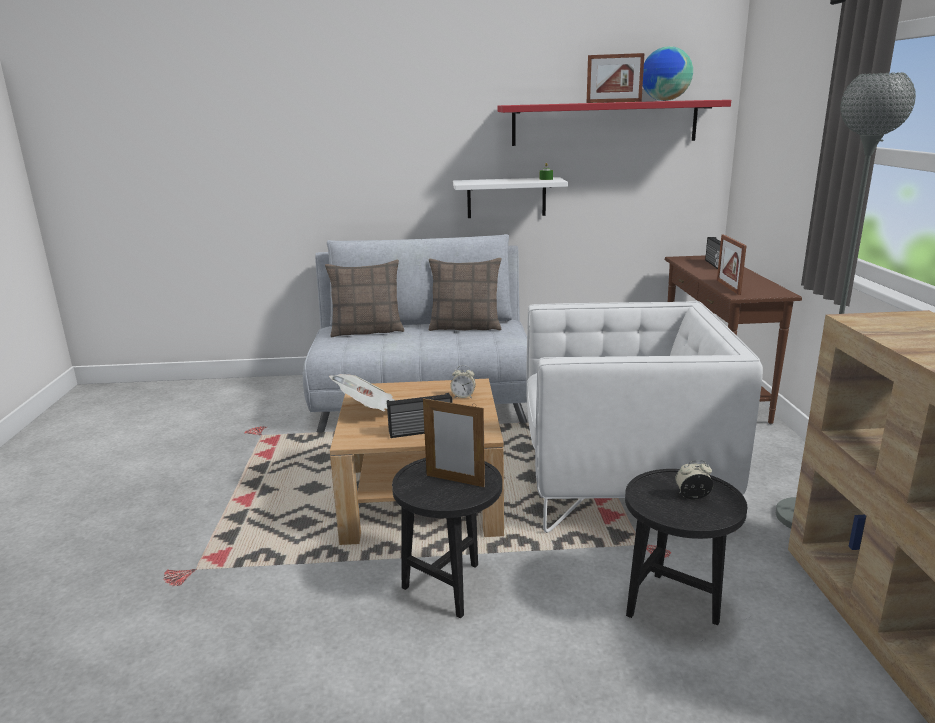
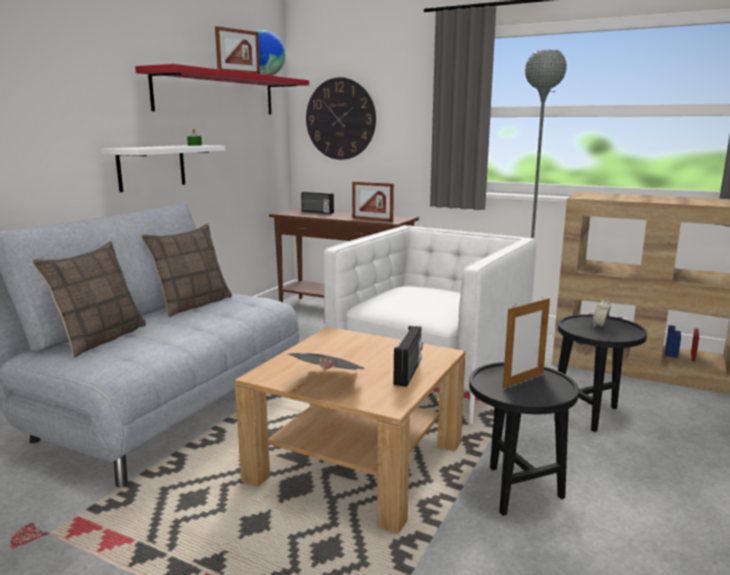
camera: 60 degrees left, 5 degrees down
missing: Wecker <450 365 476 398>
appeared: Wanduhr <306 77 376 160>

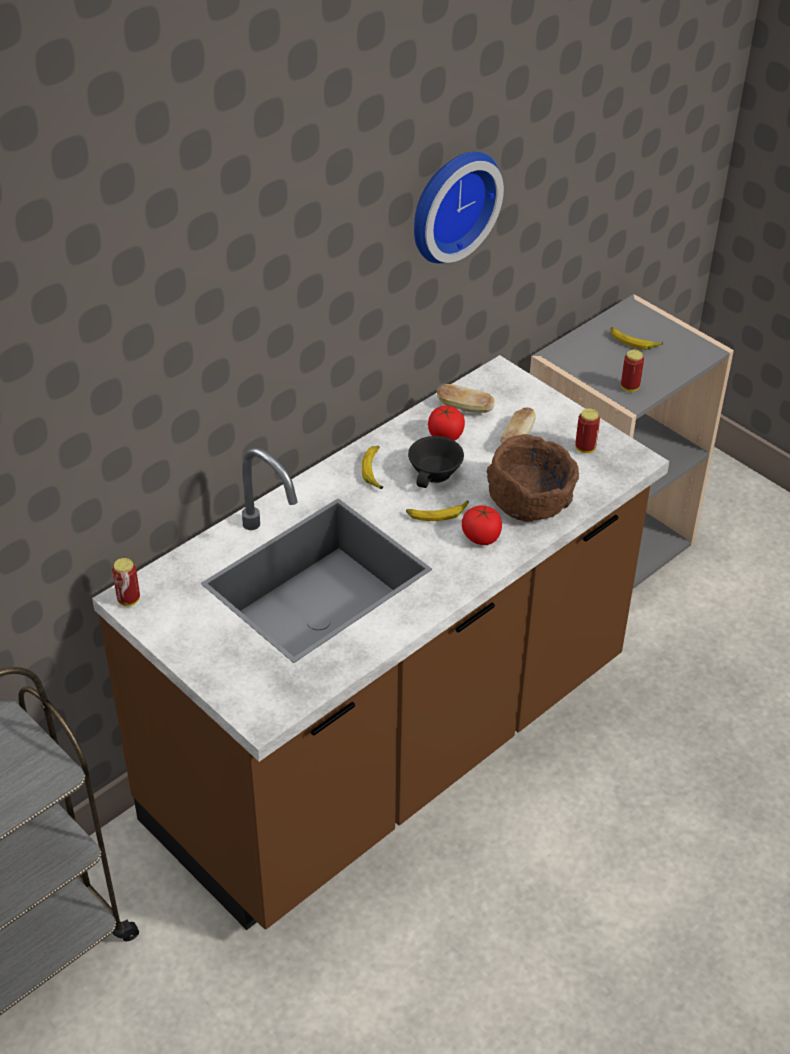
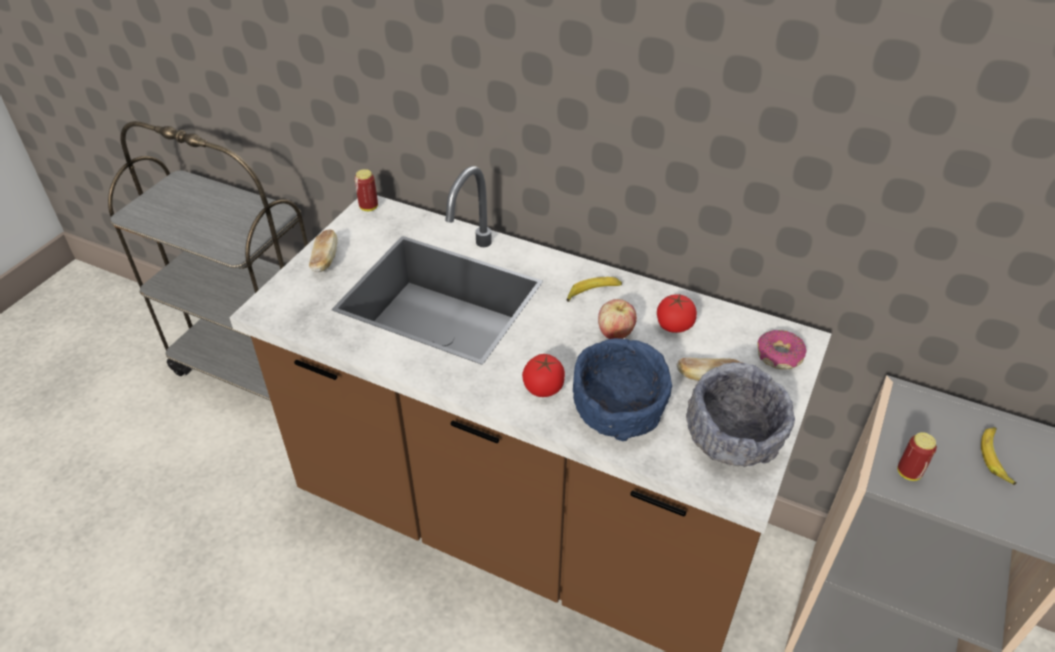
camera: 70 degrees right, 0 degrees up
missing: Wanduhr <414 152 504 263>; Banane <406 500 469 521>
appeared: Donut <757 330 807 370>
relocated: Brot <437 384 495 413> to <309 229 338 272>
exchanged: Dose <575 408 600 453> to Schüssel/grau <686 362 795 467>; Tasse/schwarz <408 436 464 488> to Apfel <598 299 637 339>
colour: Schüssel/braun <486 434 579 522> to Schüssel/blau <573 338 672 441>

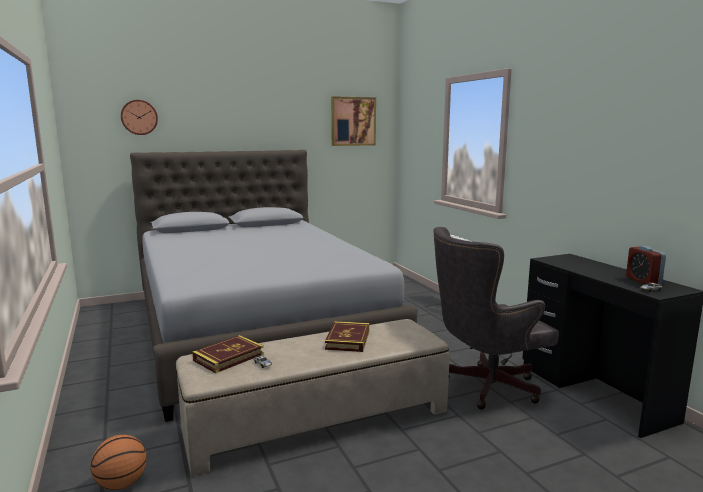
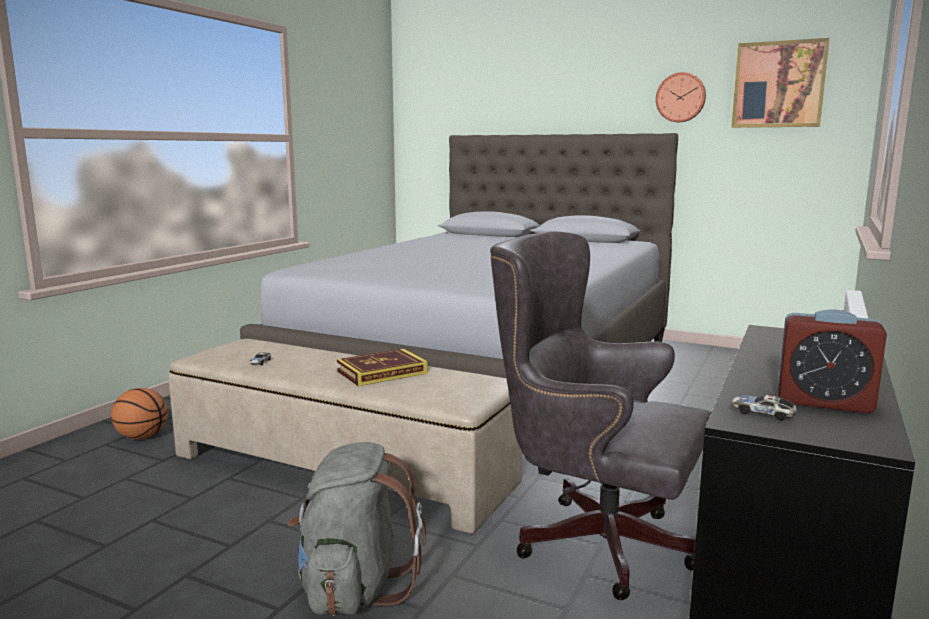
camera: 50 degrees right, 0 degrees up
missing: Buch <192 335 264 373>
appeared: Rucksack/grau <288 442 426 616>
relocated: Wanduhr <121 100 158 135> to <656 72 706 122>
spun: Wecker <626 246 666 285> = <778 309 887 413> 105 degrees counterclockwise

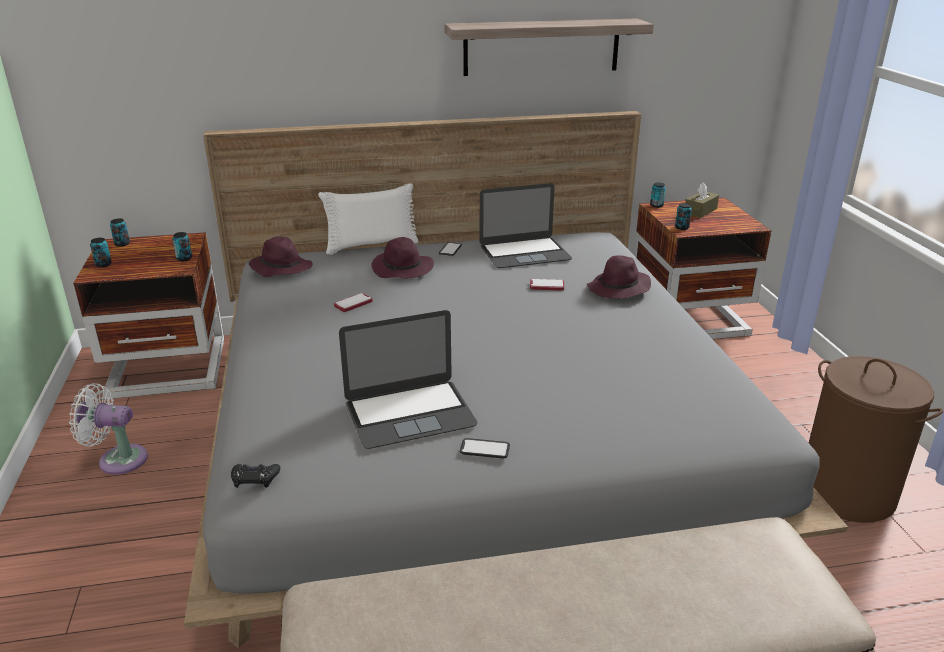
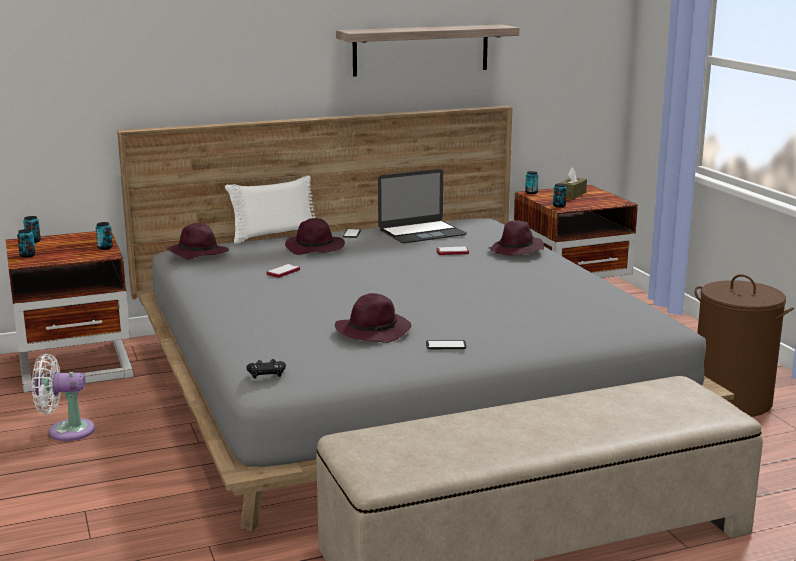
camera: 10 degrees left, 10 degrees down
exchanged: Laptop <339 310 477 449> to Hut/lila <335 293 411 343>

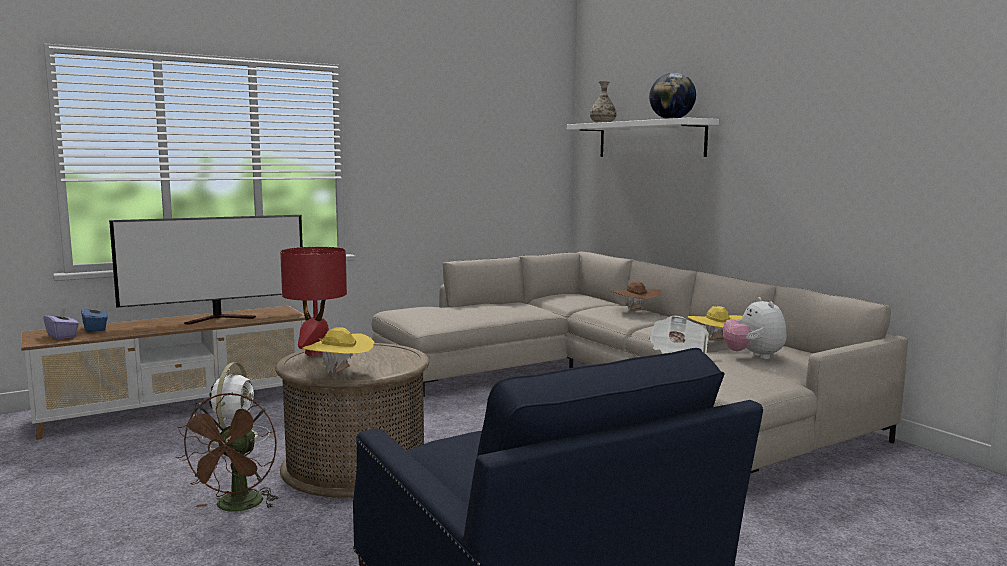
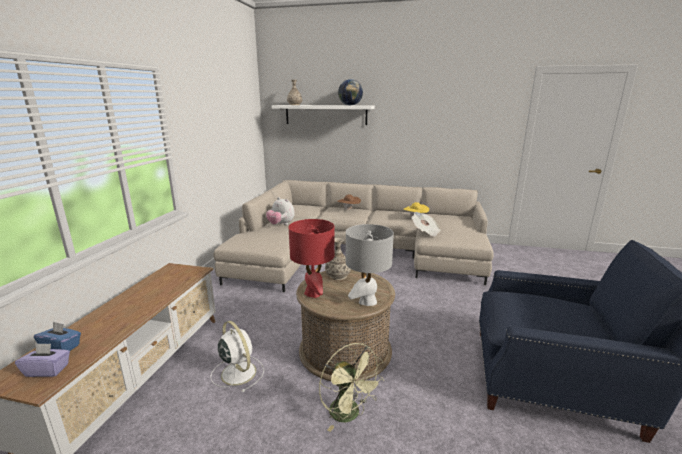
camera: 45 degrees left, 10 degrees up
missing: Fernseher <109 215 303 325>
appeared: Vase <325 238 351 280>
relocated: Plüschtier <722 297 787 359> to <266 197 295 225>
exchanged: Hut/gelb <303 327 374 373> to Tischlampe/grau <346 224 394 306>
colour: Ventilator/braun <176 393 279 512> to Ventilator/grün <319 343 384 432>

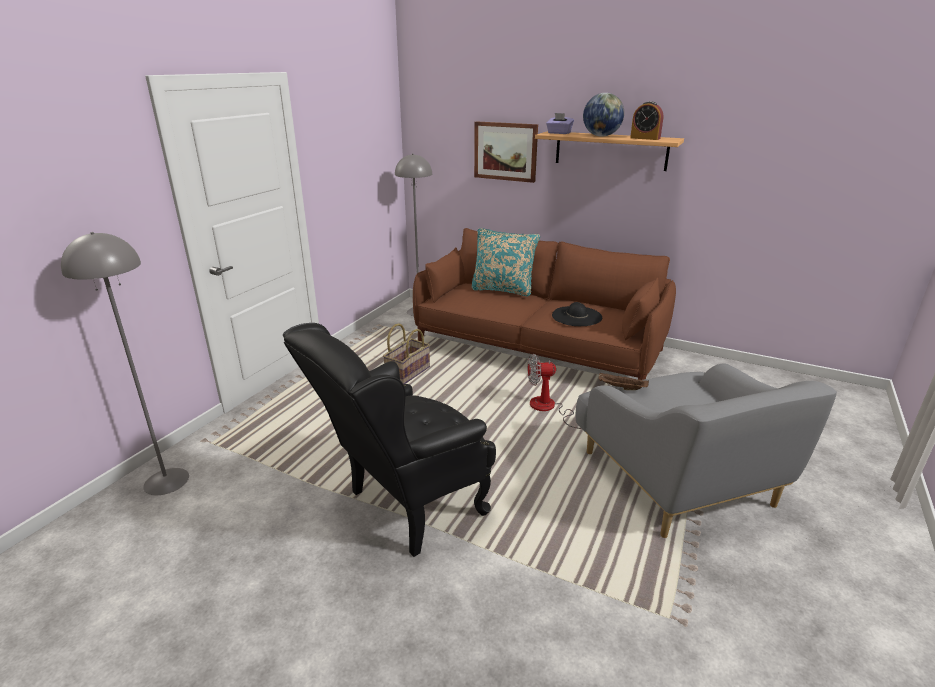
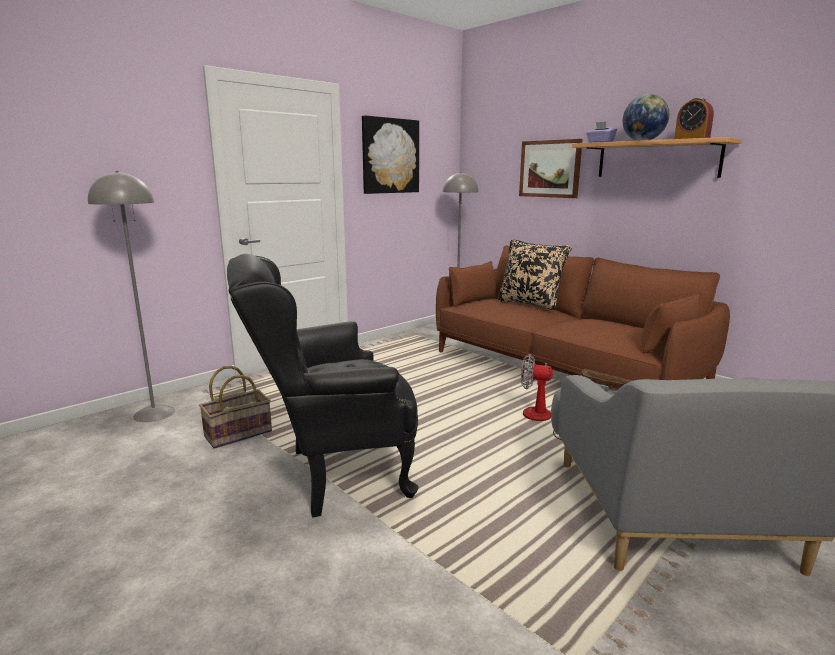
camera: 20 degrees right, 10 degrees down
missing: Hut/schwarz <552 302 602 326>
appeared: Bild <362 115 419 194>
relocated: Korb <383 323 430 384> to <199 366 272 449>
colour: Kissen/türkis <472 228 540 297> to Kissen/schwarz <498 240 572 310>

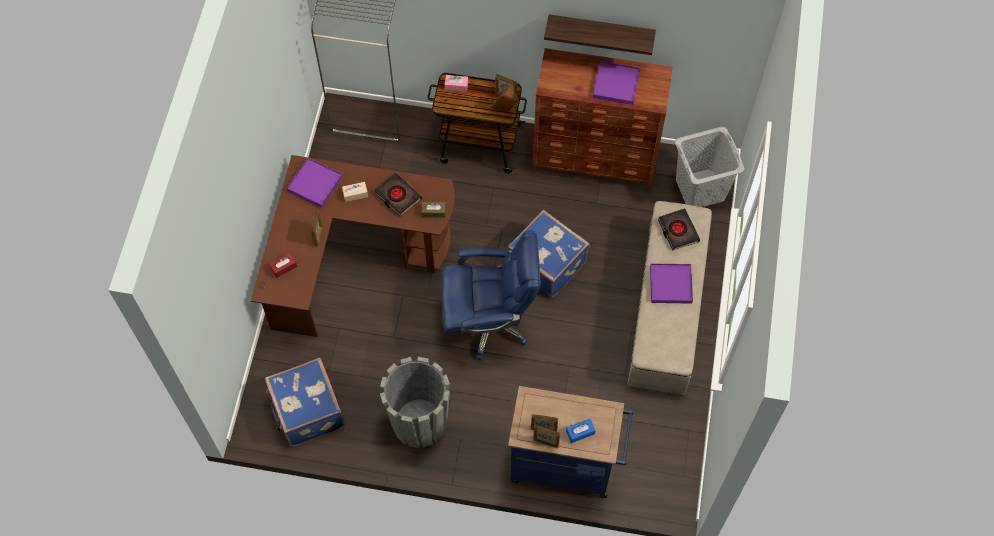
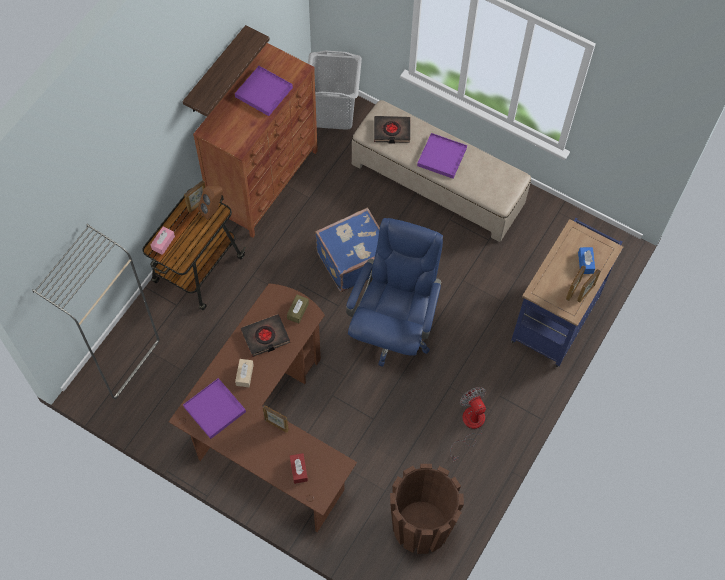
camera: 70 degrees left, 0 degrees up
exchanged: Koffer/blau <265 357 345 447> to Pflanzkübel/braun <390 464 464 554>; Pflanzkübel/grau <380 357 450 448> to Ventilator <450 387 486 461>

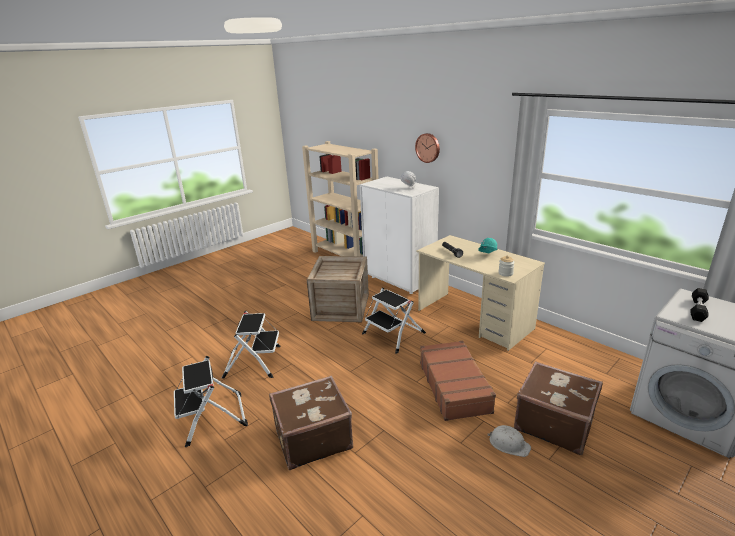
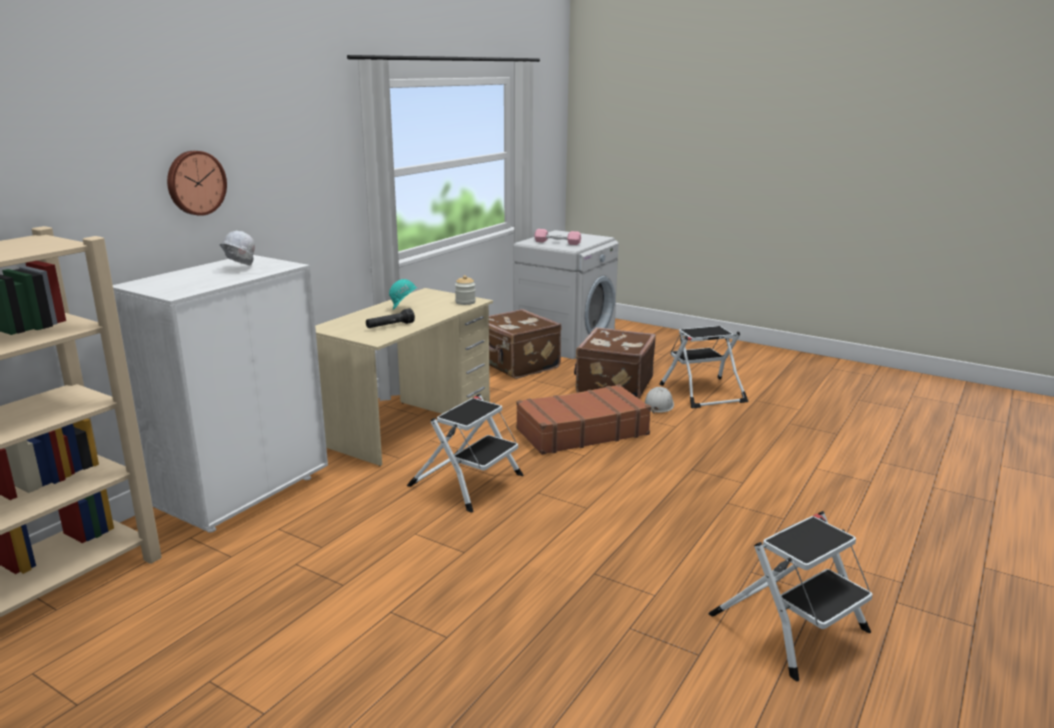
camera: 105 degrees left, 5 degrees down
missing: Kiste <307 256 369 322>
relocated: Trittleiter <222 311 281 378> to <659 326 749 408>; Koffer/braun <269 375 353 470> to <489 309 561 379>
colour: Hantel/schwarz <690 288 709 322> to Hantel/rosa <534 229 581 245>

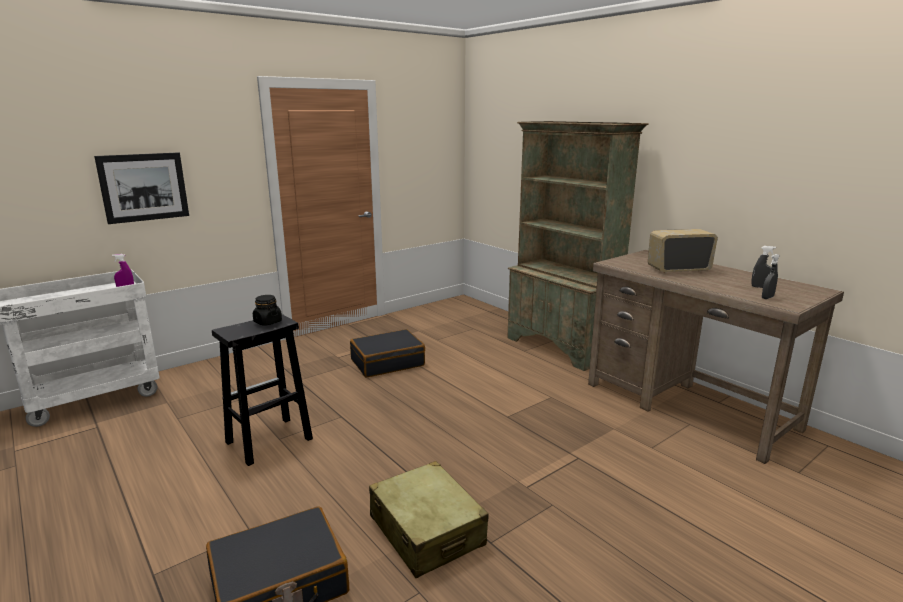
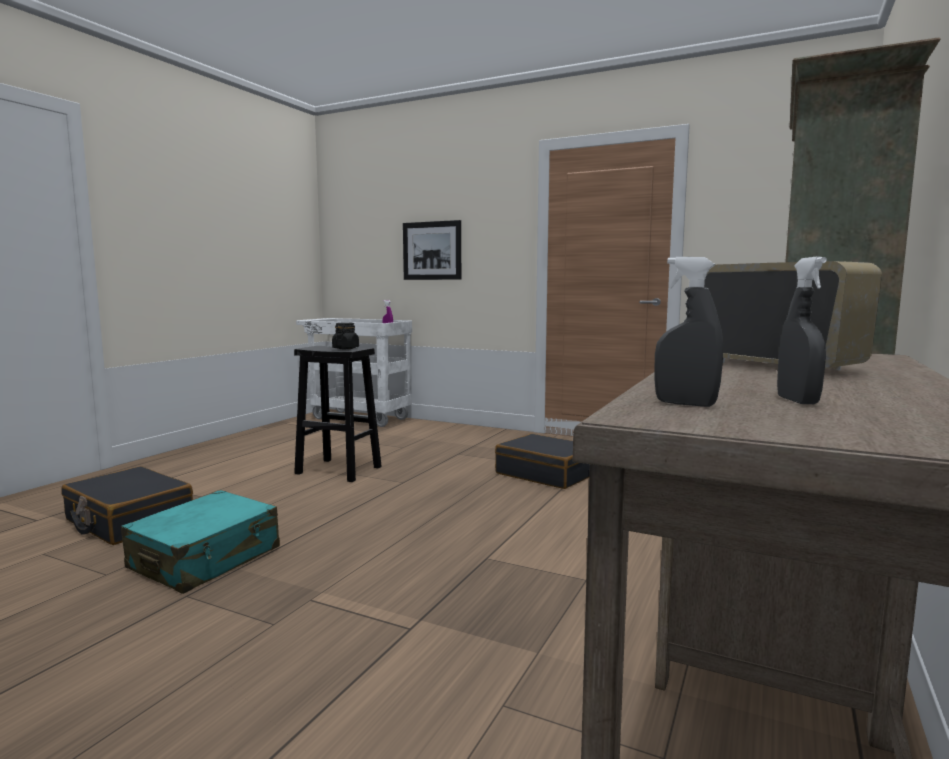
camera: 65 degrees right, 10 degrees down
colour: Koffer/beige <369 461 489 578> to Koffer/türkis <121 490 280 594>

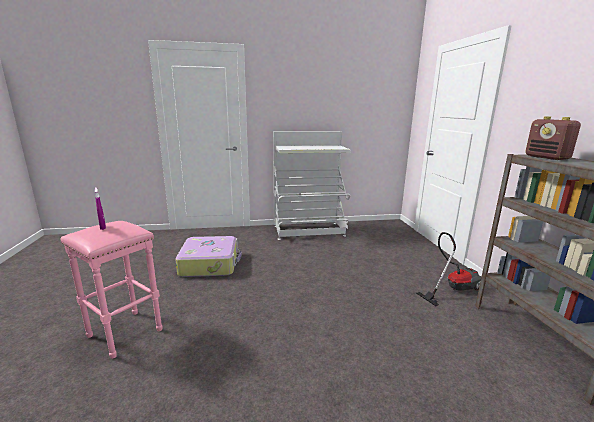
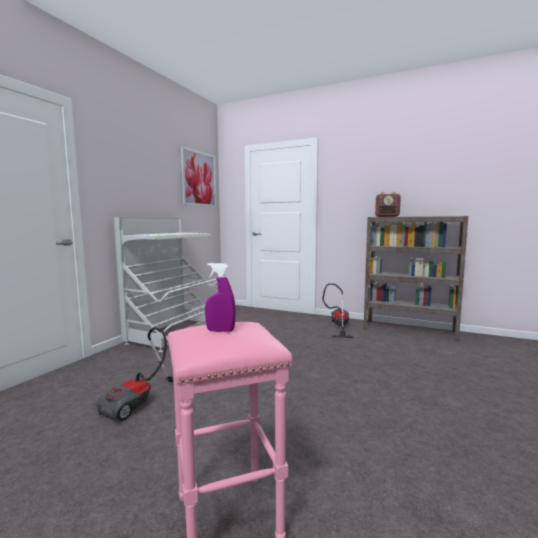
camera: 55 degrees left, 10 degrees down
appeared: Bild <181 146 217 207>
exchanged: Koffer <175 236 242 277> to Staubsauger <96 327 174 422>

